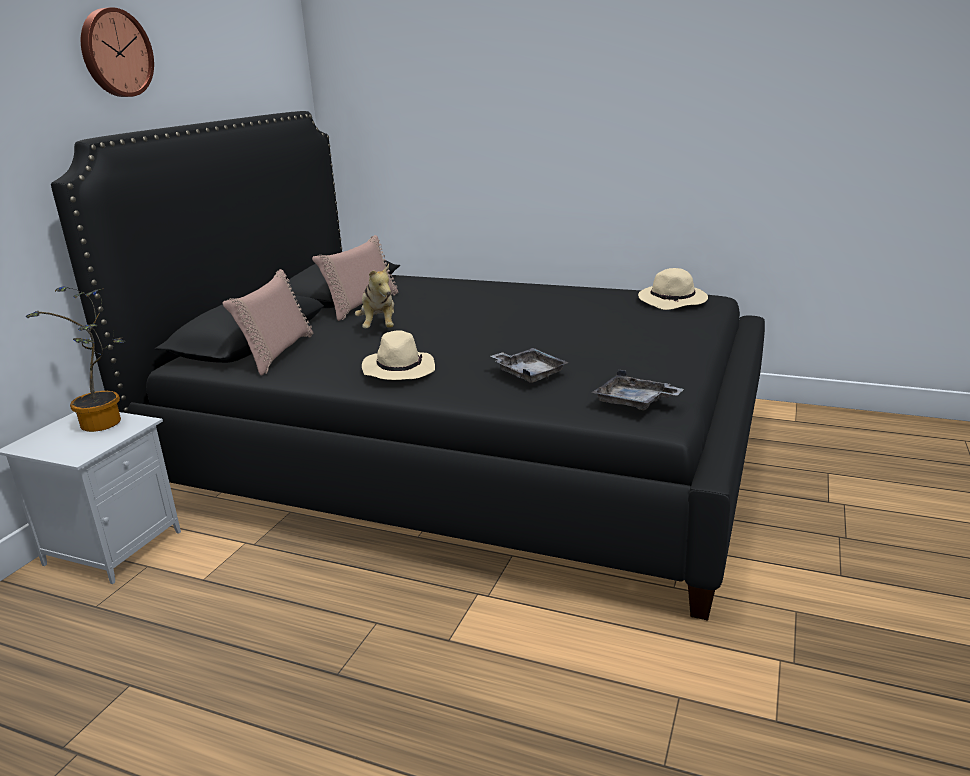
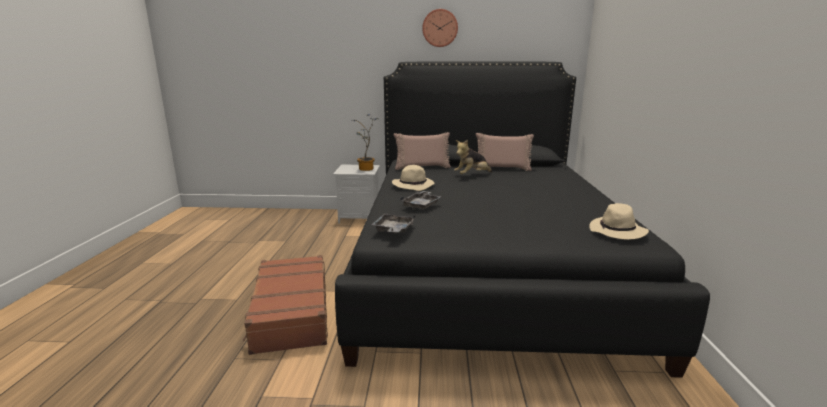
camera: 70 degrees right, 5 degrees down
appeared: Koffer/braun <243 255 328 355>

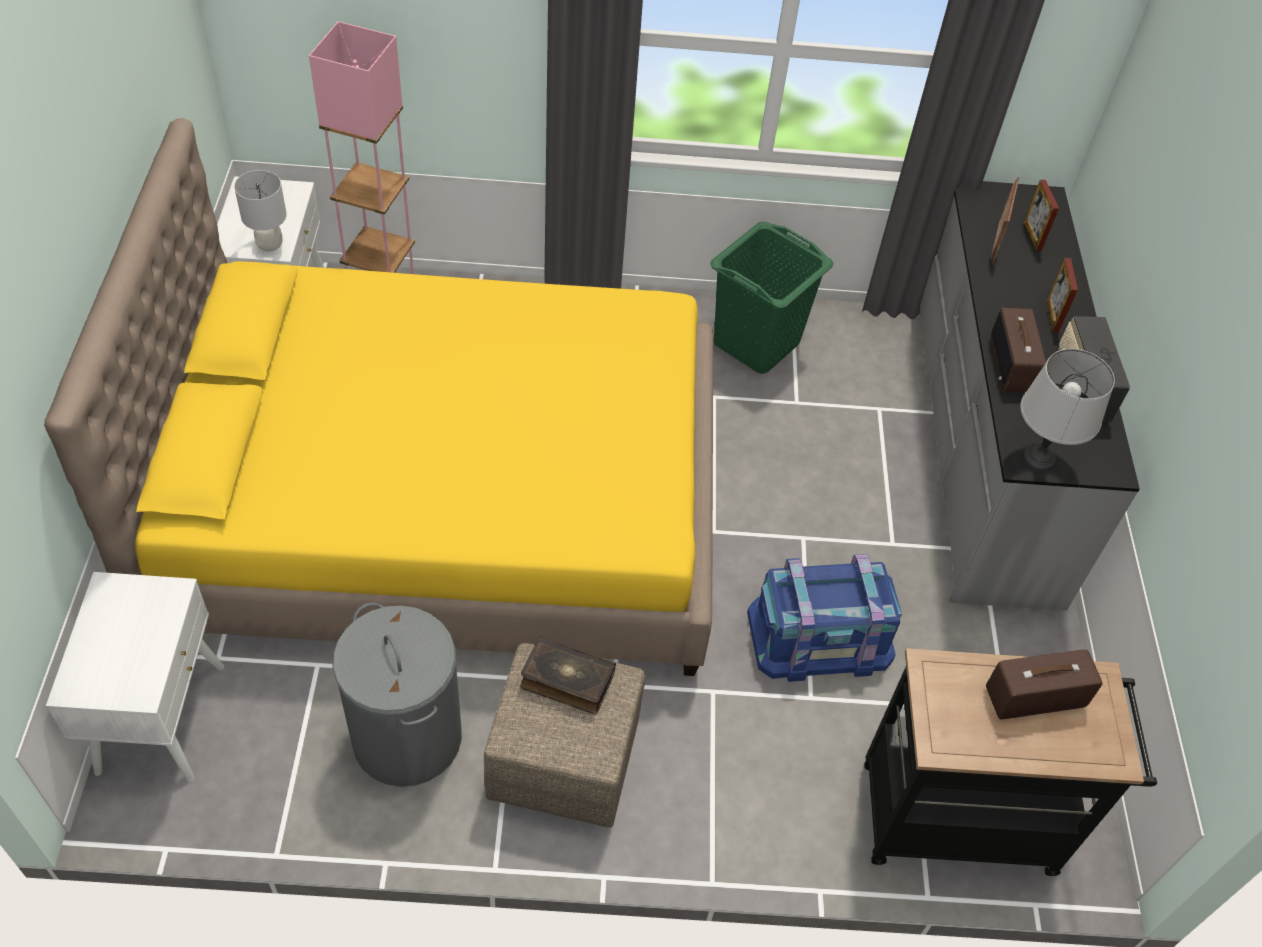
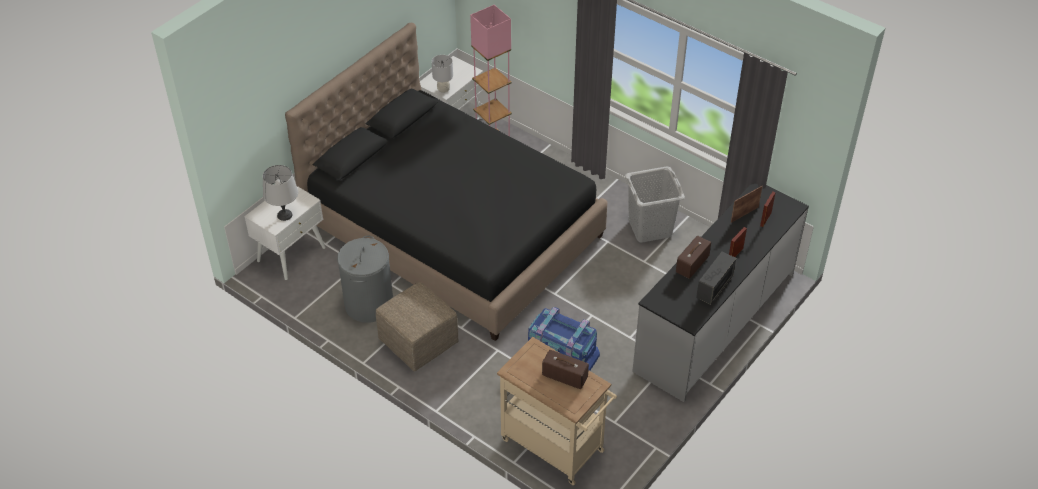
camera: 40 degrees right, 5 degrees down
missing: Buch <520 636 616 714>
relocated: Tischlampe/grau <1020 349 1115 471> to <263 165 298 221>
colour: Bett/gelb <44 118 713 676> to Bett/schwarz <285 23 607 341>; Wäschekorb/grün <710 222 833 374> to Wäschekorb/grau <625 166 685 243>; Rollwagen/schwarz <864 648 1157 876> to Rollwagen/beige <497 337 617 485>

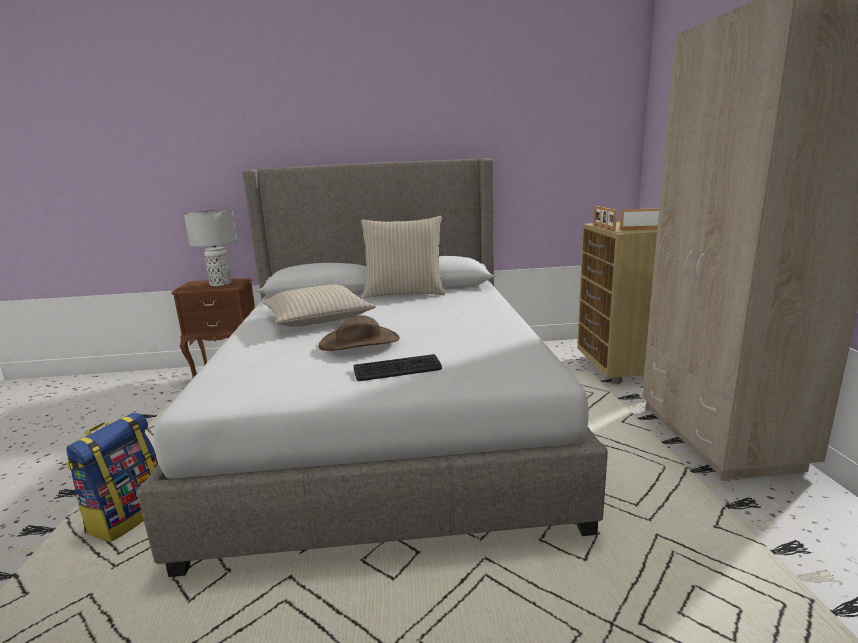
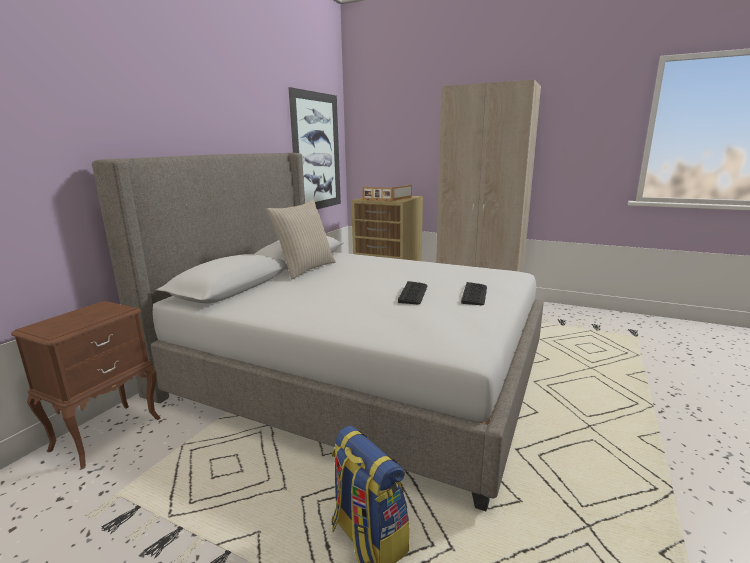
camera: 60 degrees left, 0 degrees up
missing: Tischlampe/weiß <184 210 237 286>; Kissen/beige <262 284 376 327>
appeared: Bild <288 87 341 209>
exchanged: Hut/braun <319 315 400 351> to Tastatur <398 281 427 304>

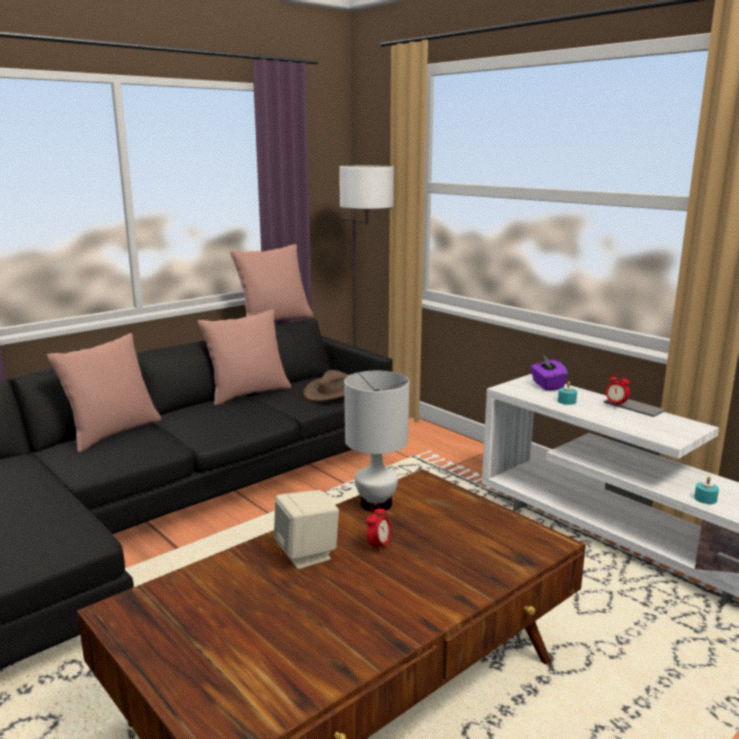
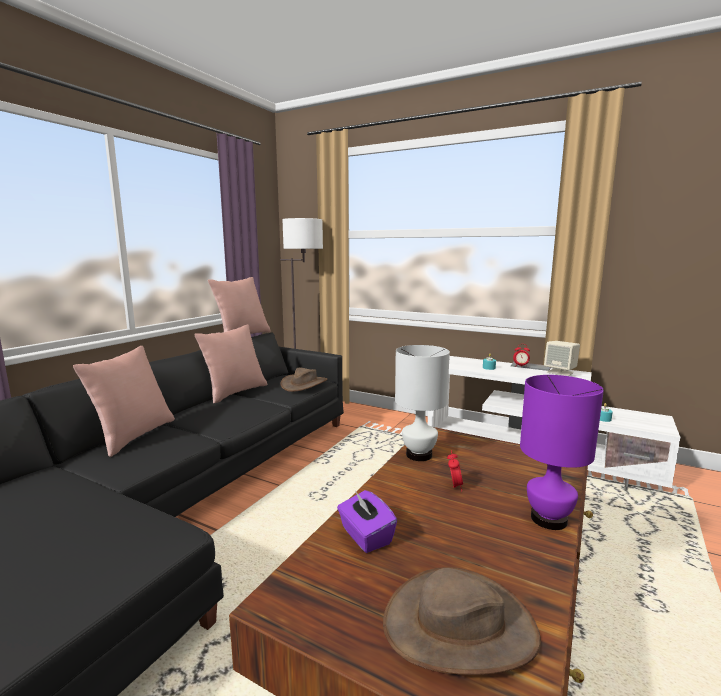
camera: 20 degrees left, 5 degrees down
appeared: Tischlampe/lila <520 375 604 530>; Hut/braun <383 567 541 675>
relocated: Taschentuchbox/lila <531 355 568 390> to <337 490 397 553>; Lautsprecher/beige <274 490 339 569> to <544 341 580 376>

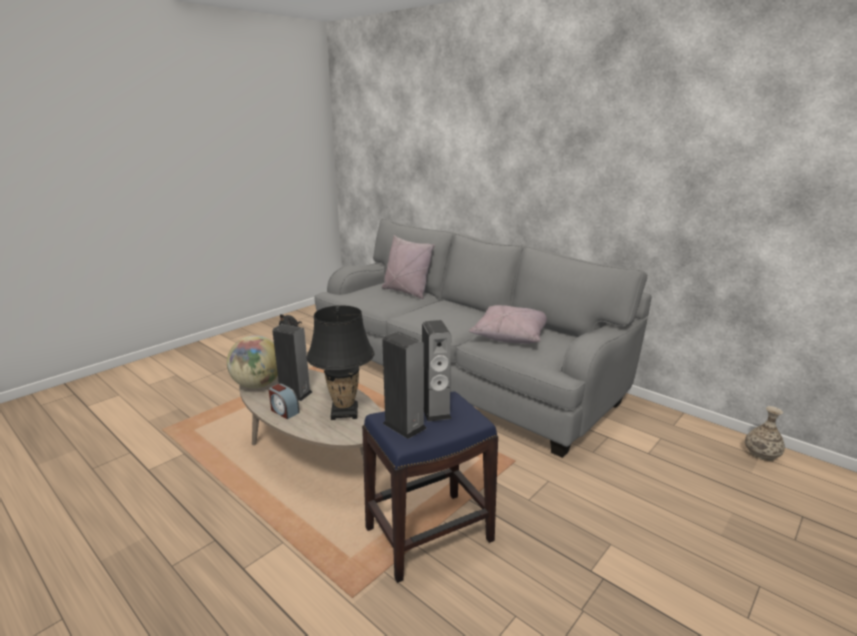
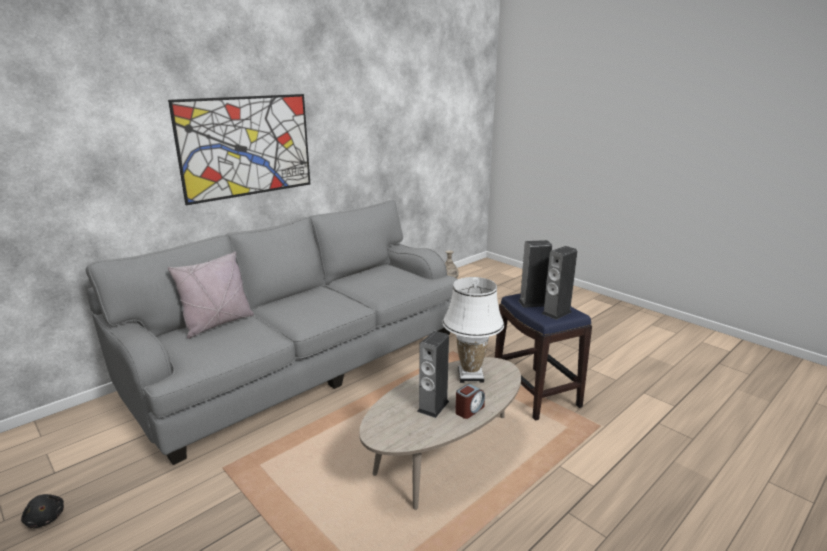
camera: 85 degrees left, 0 degrees up
missing: Kissen/lila <469 305 547 344>; Globus <227 335 278 389>
appeared: Bild <168 94 310 205>
colour: Tischlampe/schwarz <306 305 375 420> to Tischlampe/weiß <442 277 504 383>

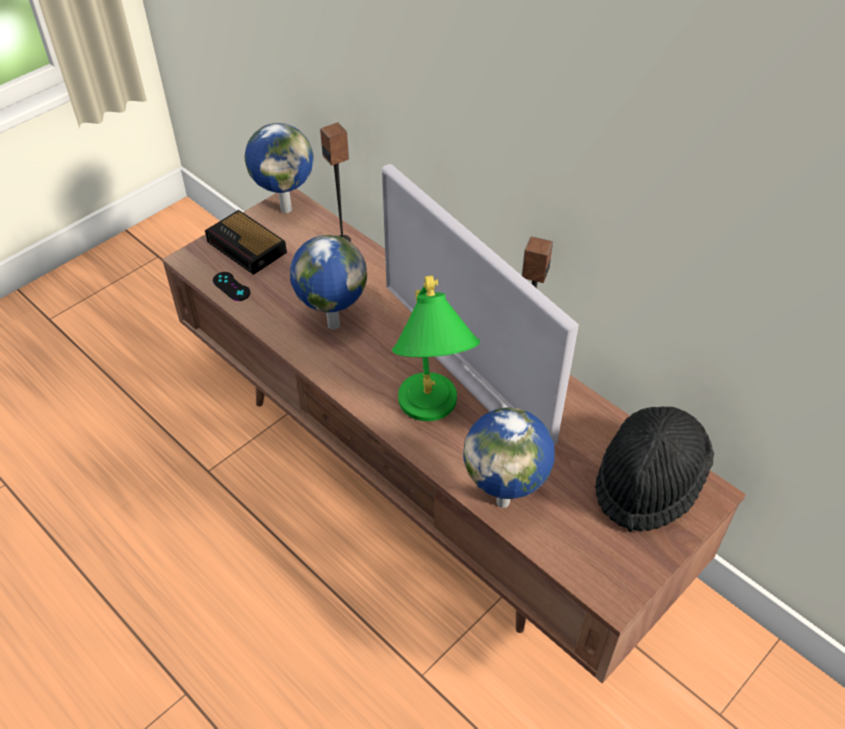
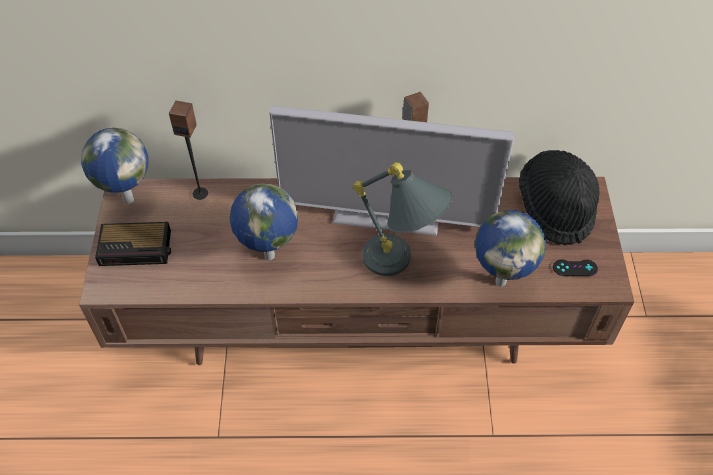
camera: 45 degrees left, 5 degrees up
relocated: Gamepad/schwarz <213 272 250 301> to <553 259 598 276>
colour: Tischlampe/grün <392 275 480 421> to Tischlampe/grau <353 162 452 276>

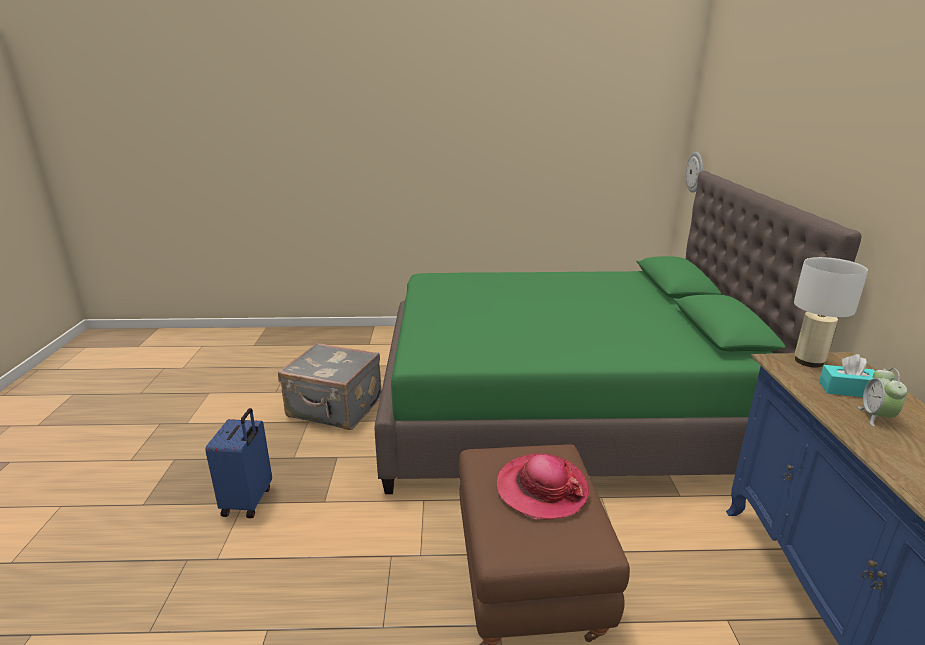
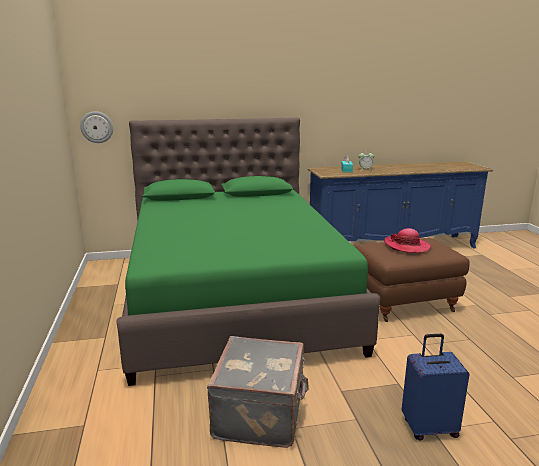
camera: 100 degrees left, 5 degrees down
missing: Tischlampe/weiß <794 257 868 368>

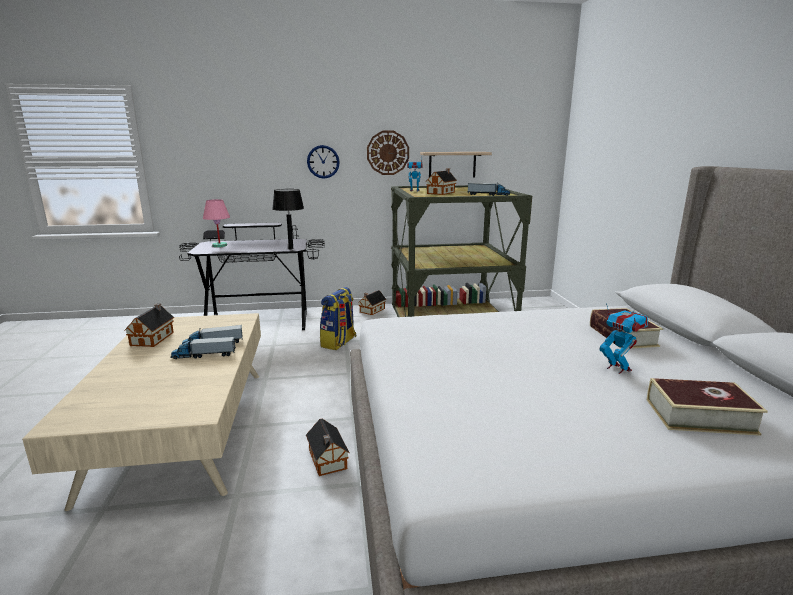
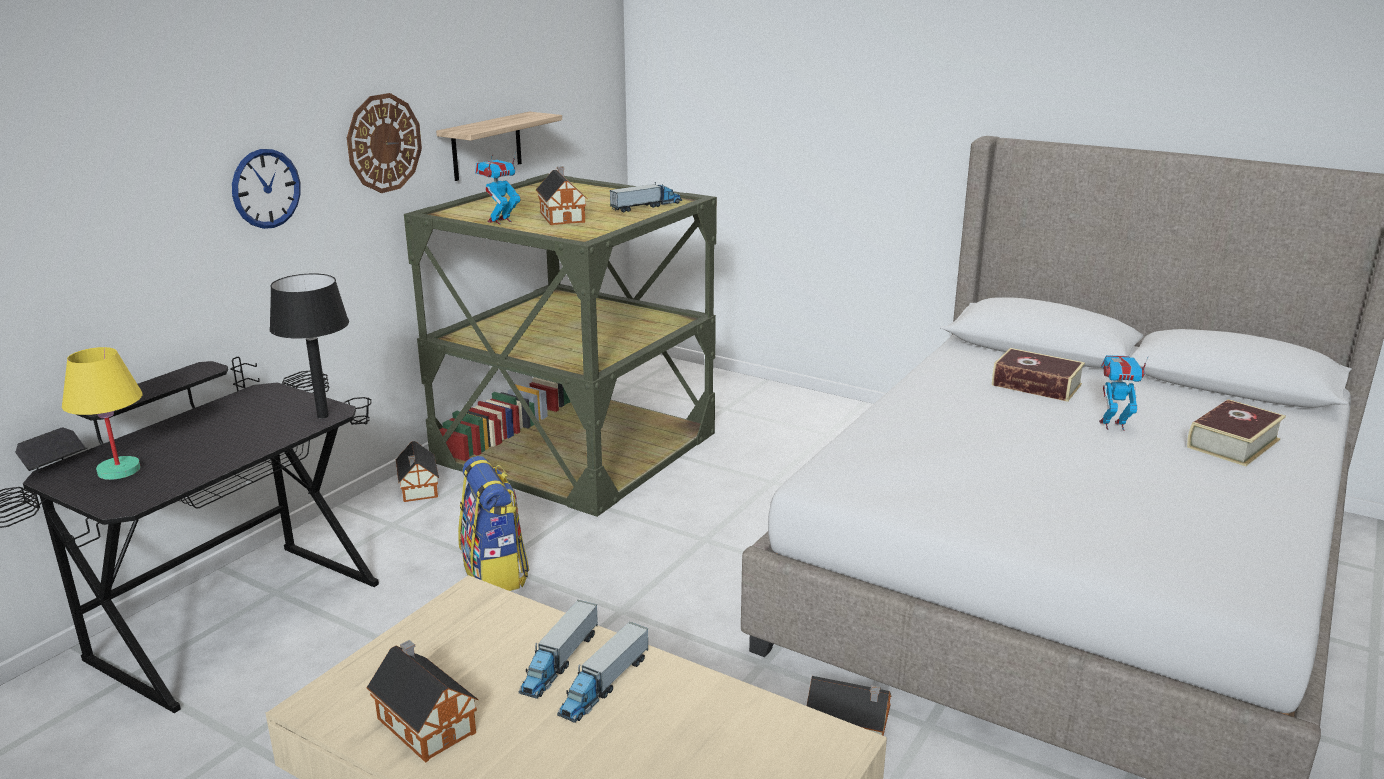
camera: 50 degrees left, 5 degrees up
colour: Tischlampe/rosa <203 199 230 247> to Tischlampe/gelb <62 347 143 480>

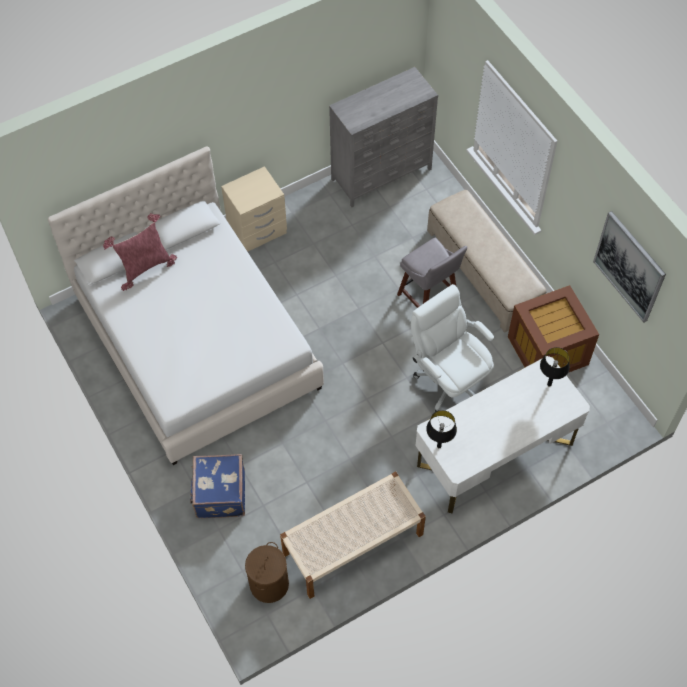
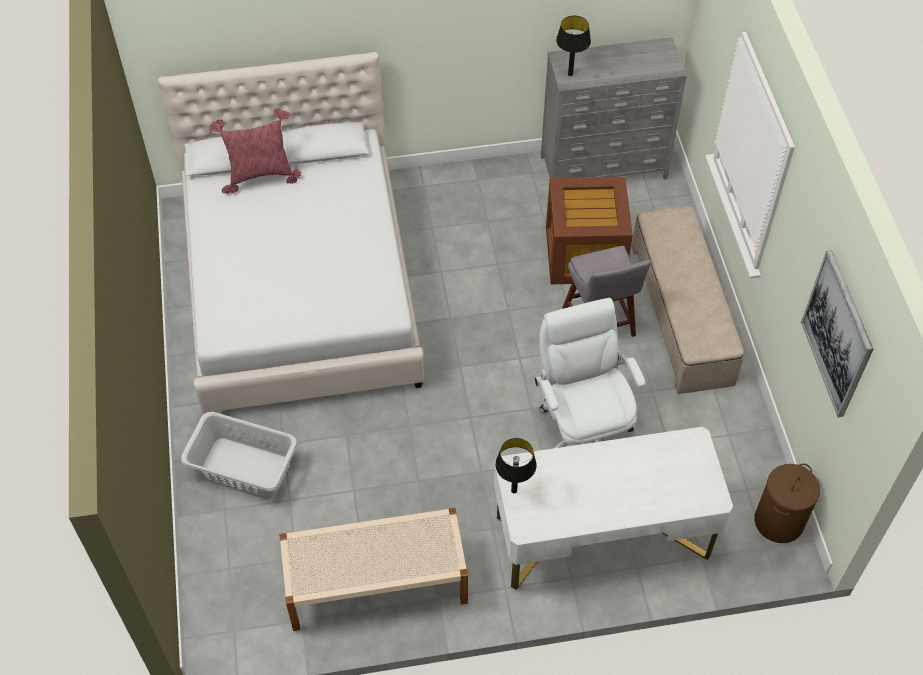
camera: 20 degrees right, 5 degrees down
missing: Nachttisch/beige <221 166 287 252>
relocated: Aufbewahrungsbox/braun <508 285 599 373> to <546 177 633 284>; Tischlampe/schwarz <540 347 570 387> to <556 16 591 76>; Wäschekorb/braun <245 542 289 603> to <754 464 820 543>
exchanged: Koffer/blau <190 454 245 518> to Wäschekorb/grau <181 412 298 499>

